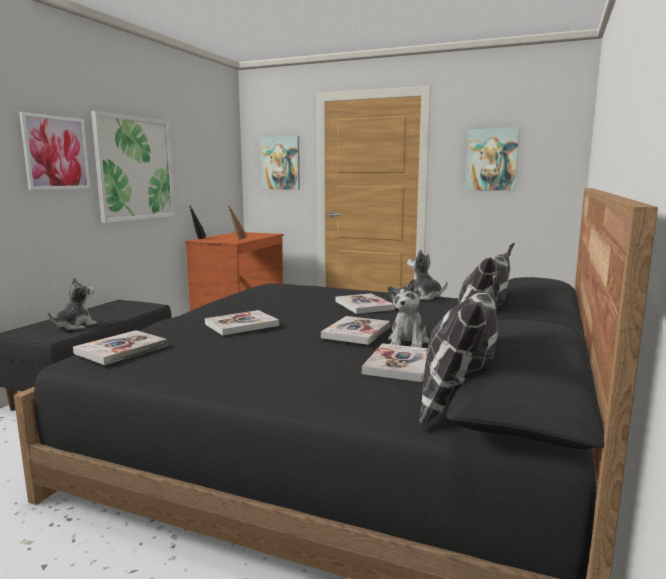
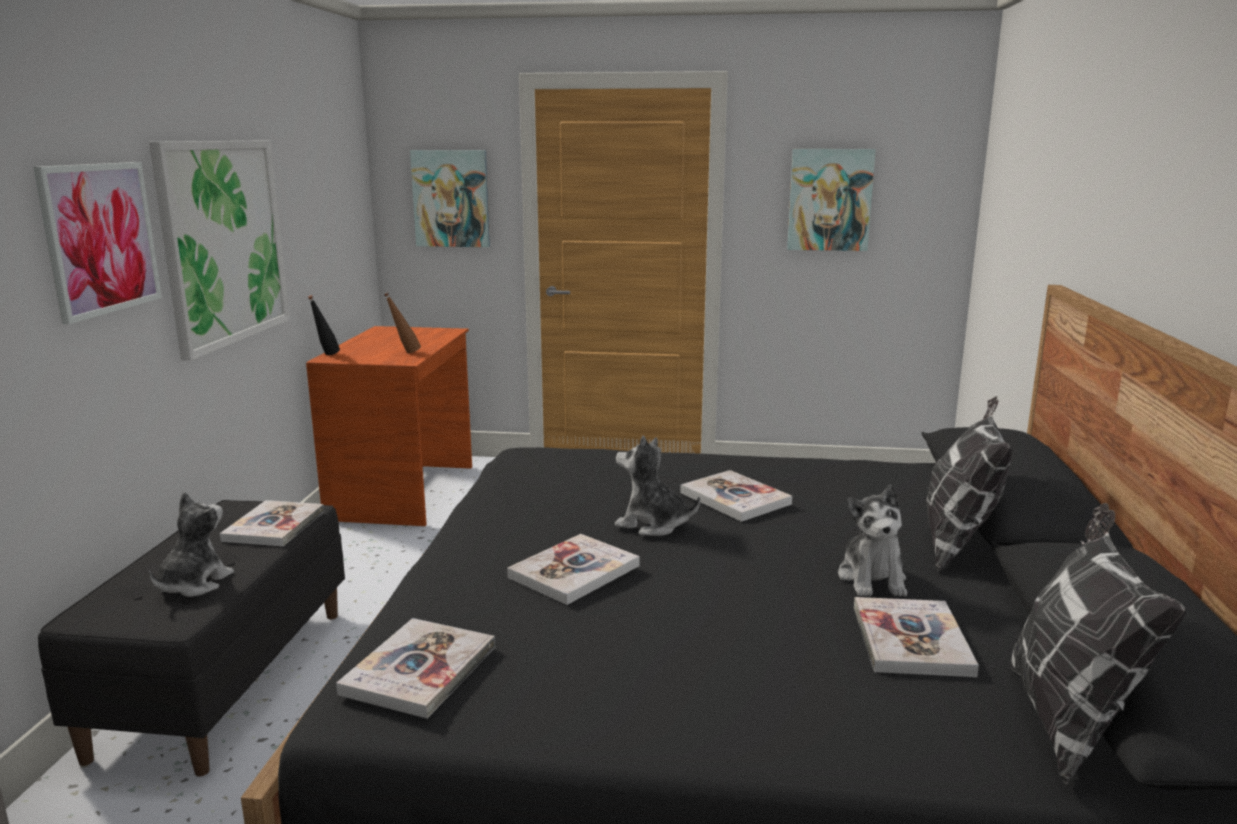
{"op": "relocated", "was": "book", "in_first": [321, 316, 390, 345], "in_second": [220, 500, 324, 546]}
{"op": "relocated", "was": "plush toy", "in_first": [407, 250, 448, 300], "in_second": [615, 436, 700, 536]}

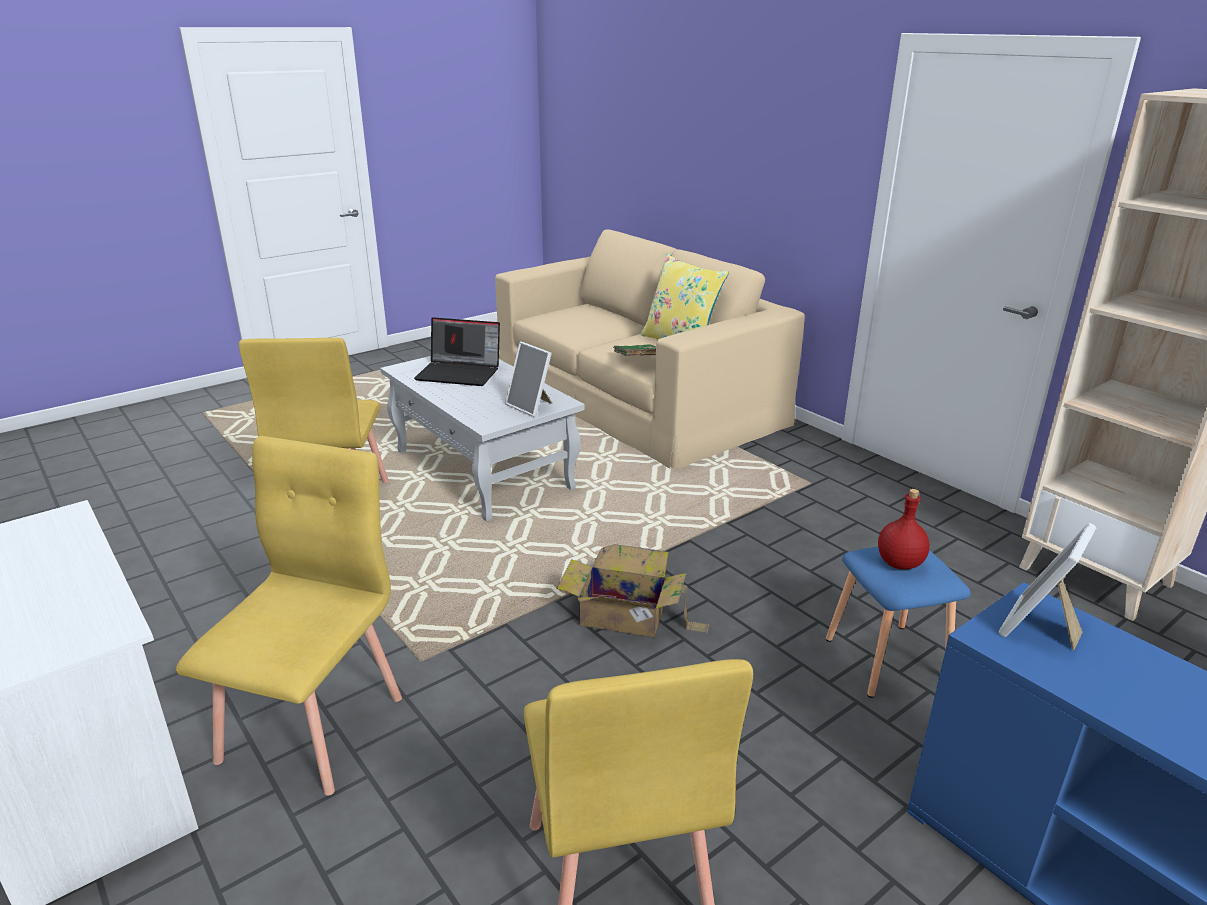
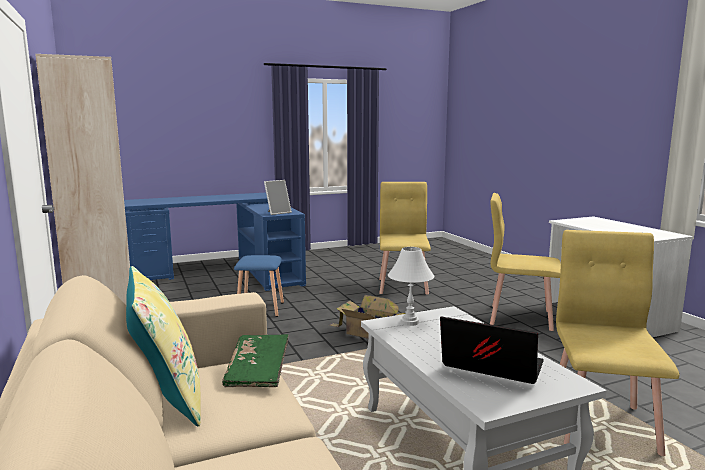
{"op": "exchanged", "was": "picture frame", "now": "table lamp (white)", "in_first": [505, 342, 553, 417], "in_second": [388, 247, 434, 326]}
{"op": "spun", "was": "chair (yellow)", "in_first": [176, 436, 402, 796], "in_second": [490, 193, 561, 331], "clockwise": 75}
{"op": "missing", "was": "bottle (red)", "in_first": [878, 489, 930, 570]}

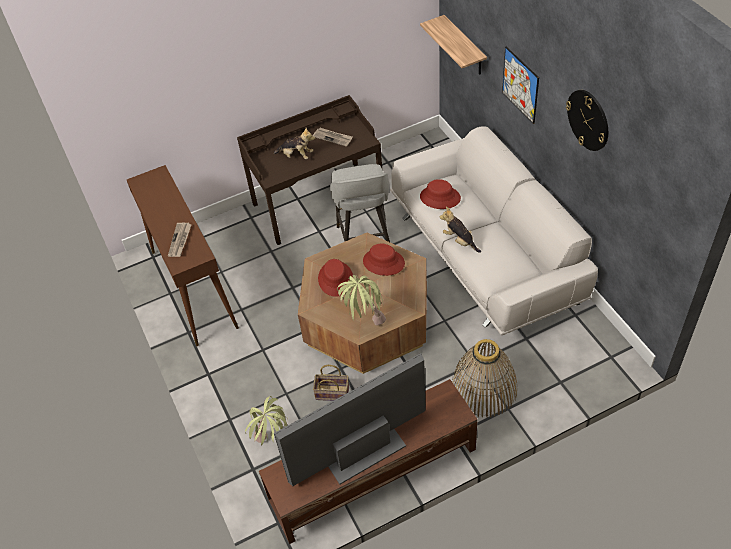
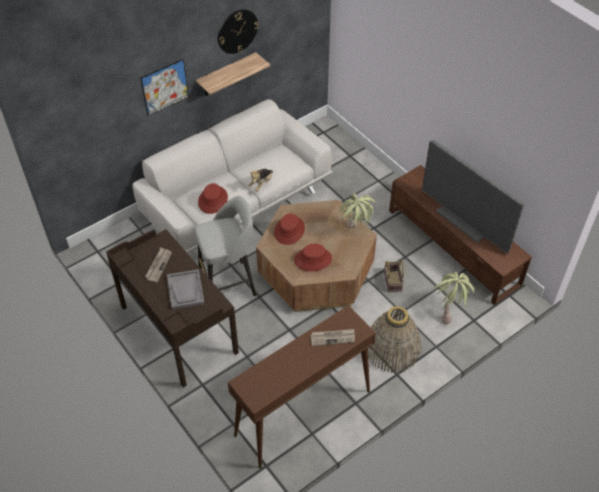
{"op": "exchanged", "was": "plush toy", "now": "tray (grey)", "in_first": [273, 128, 315, 159], "in_second": [167, 269, 205, 309]}
{"op": "relocated", "was": "shelf", "in_first": [420, 15, 487, 74], "in_second": [196, 52, 270, 96]}
{"op": "relocated", "was": "basket", "in_first": [452, 339, 517, 417], "in_second": [368, 306, 421, 373]}

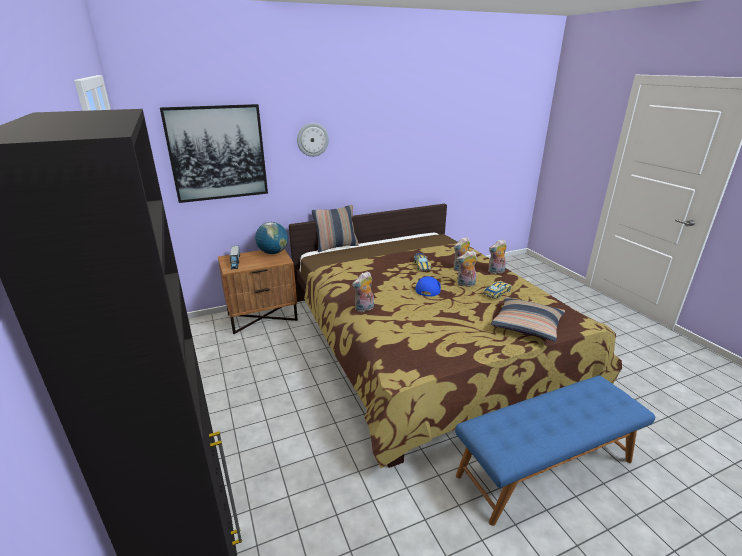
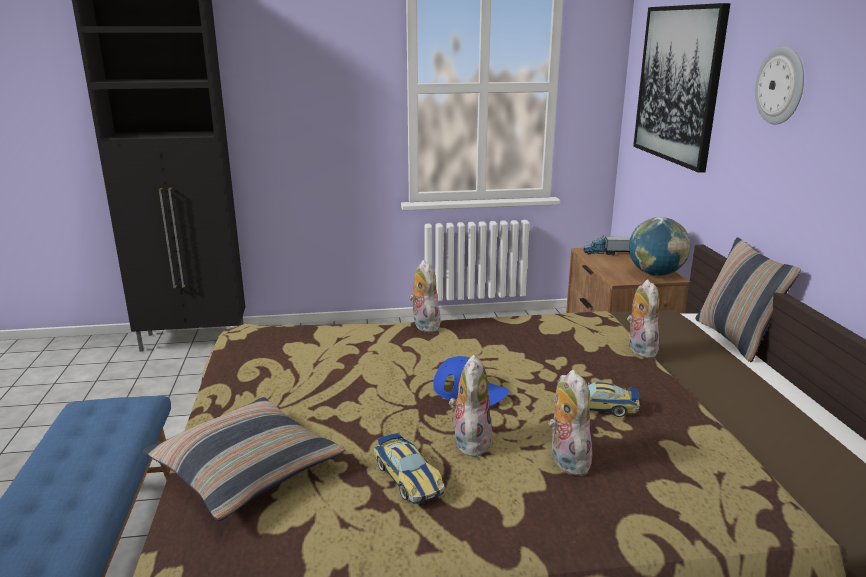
{"op": "relocated", "was": "plush toy", "in_first": [488, 239, 507, 274], "in_second": [627, 279, 659, 358]}

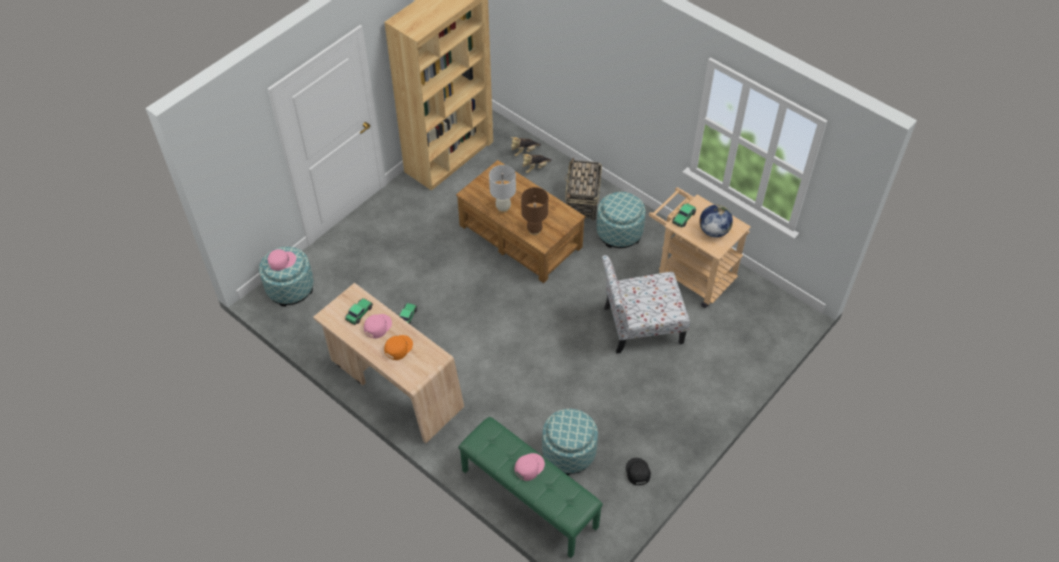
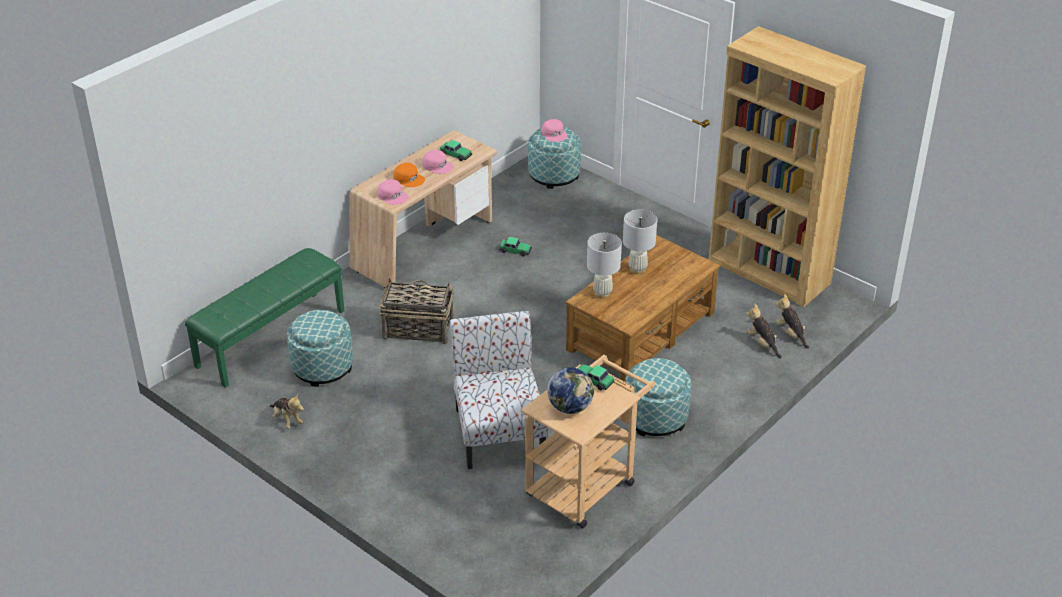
{"op": "exchanged", "was": "cap (black)", "now": "plush toy", "in_first": [626, 458, 651, 485], "in_second": [270, 394, 304, 429]}
{"op": "relocated", "was": "cap (pink)", "in_first": [515, 453, 545, 481], "in_second": [378, 179, 409, 205]}
{"op": "relocated", "was": "basket", "in_first": [564, 158, 602, 221], "in_second": [379, 278, 454, 344]}
{"op": "colour", "was": "table lamp (brown)", "now": "table lamp (white)", "in_first": [521, 187, 548, 235], "in_second": [587, 233, 622, 299]}

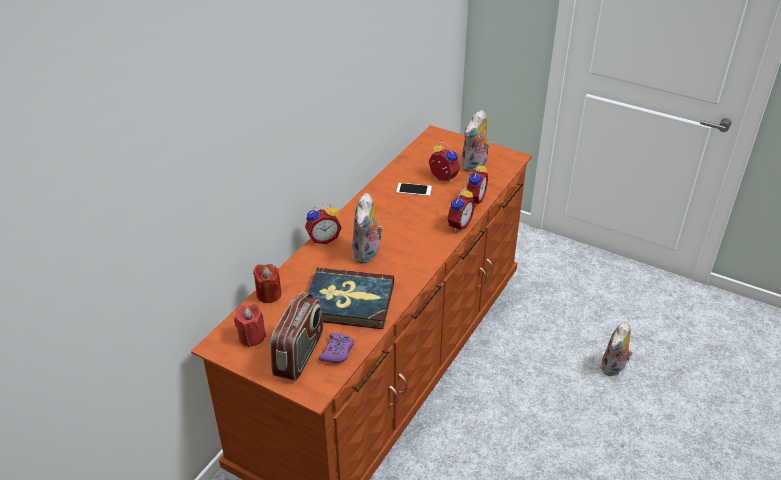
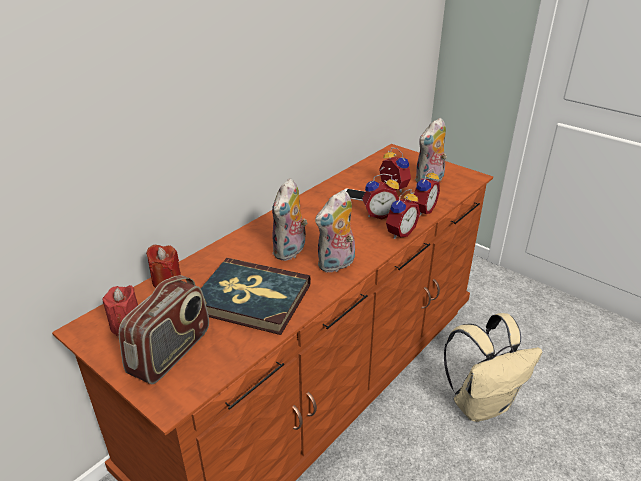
{"op": "relocated", "was": "plush toy", "in_first": [600, 321, 633, 377], "in_second": [315, 190, 355, 273]}
{"op": "relocated", "was": "alarm clock", "in_first": [305, 203, 342, 244], "in_second": [362, 173, 399, 219]}
{"op": "appeared", "now": "backpack (beige)", "in_second": [444, 313, 542, 422]}
{"op": "missing", "was": "game controller (purple)", "in_first": [318, 333, 354, 363]}

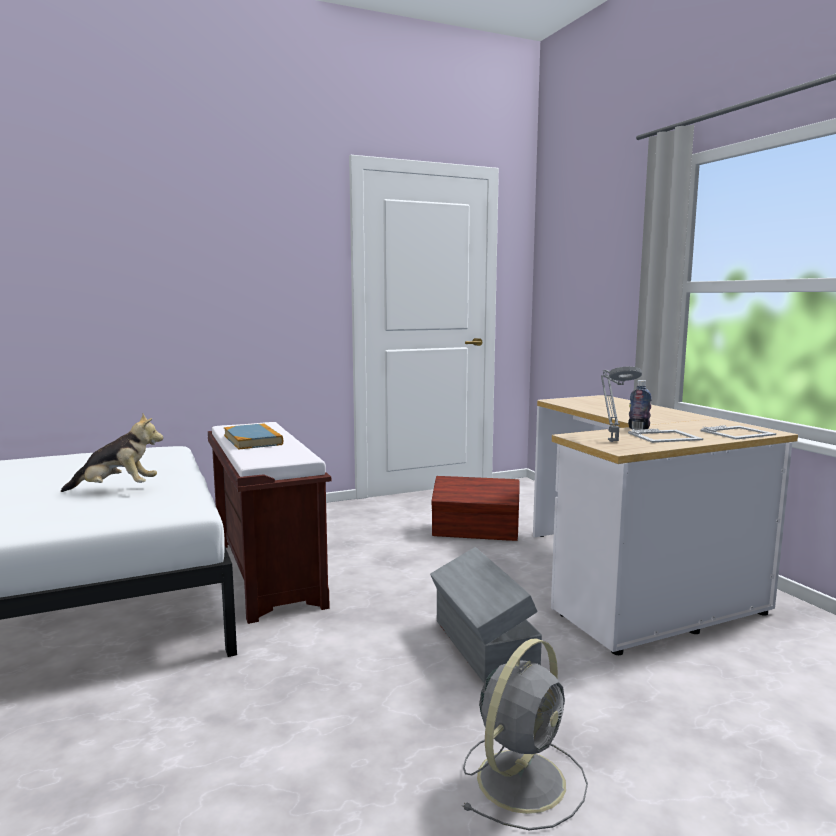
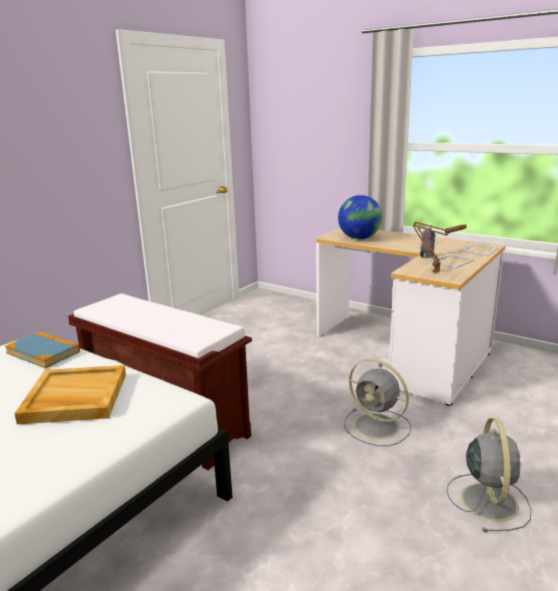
{"op": "relocated", "was": "book", "in_first": [224, 423, 283, 450], "in_second": [5, 332, 80, 368]}
{"op": "exchanged", "was": "plush toy", "now": "tray (beige)", "in_first": [61, 414, 163, 492], "in_second": [14, 365, 126, 424]}
{"op": "appeared", "now": "globe", "in_second": [338, 195, 382, 239]}
{"op": "exchanged", "was": "storage box (grey)", "now": "fan (grey)", "in_first": [430, 547, 542, 683], "in_second": [344, 359, 411, 446]}
{"op": "colour", "was": "table lamp (grey)", "now": "table lamp (brown)", "in_first": [601, 366, 642, 442], "in_second": [413, 222, 467, 273]}
{"op": "missing", "was": "storage box (brown)", "in_first": [431, 476, 519, 541]}

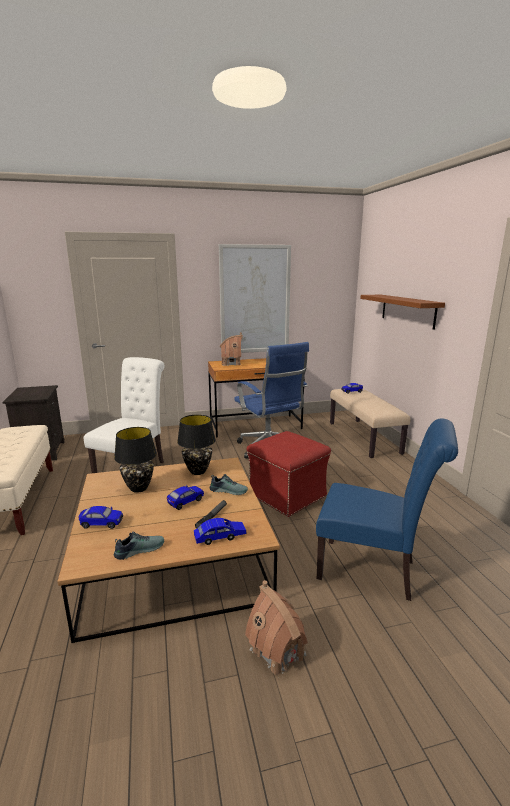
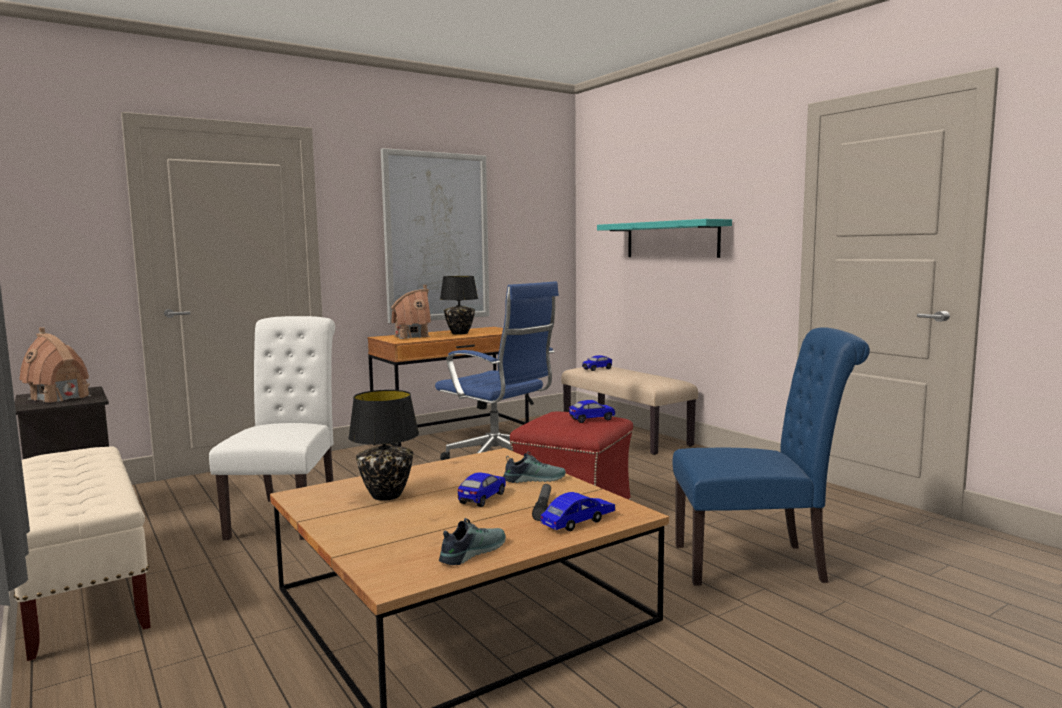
{"op": "relocated", "was": "toy house", "in_first": [245, 580, 308, 675], "in_second": [19, 327, 91, 403]}
{"op": "relocated", "was": "table lamp (black)", "in_first": [177, 415, 216, 475], "in_second": [440, 276, 478, 334]}
{"op": "relocated", "was": "toy car", "in_first": [79, 506, 123, 529], "in_second": [569, 400, 615, 423]}
{"op": "colour", "was": "shelf (brown)", "now": "shelf (turquoise)", "in_first": [360, 295, 445, 330], "in_second": [597, 219, 732, 258]}

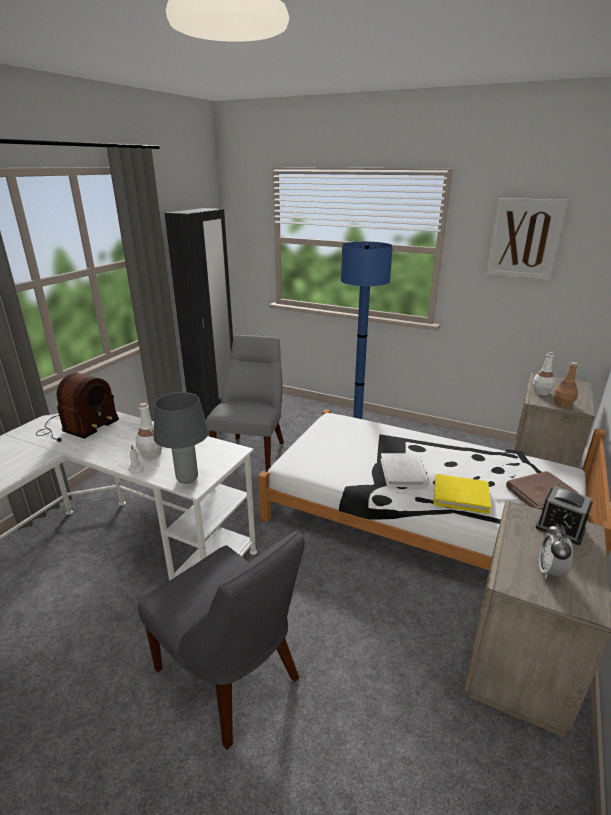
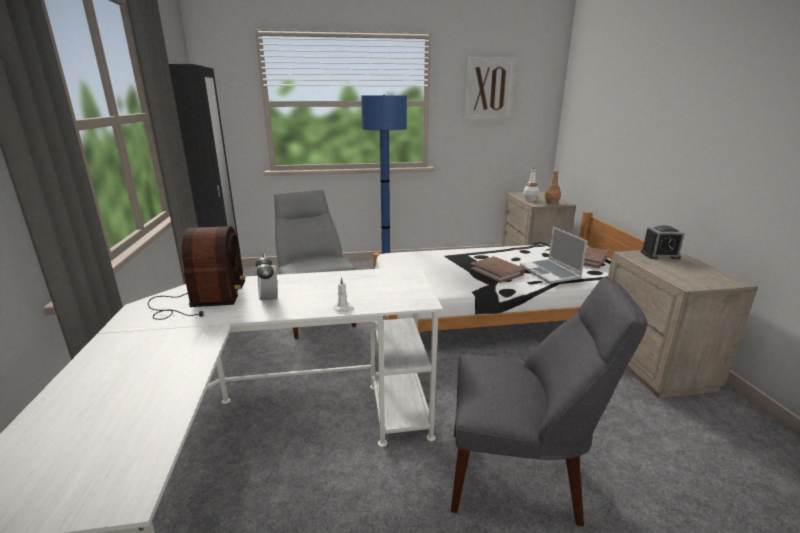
{"op": "relocated", "was": "alarm clock", "in_first": [539, 524, 573, 579], "in_second": [256, 253, 277, 305]}
{"op": "colour", "was": "book (white)", "now": "book (brown)", "in_first": [380, 453, 430, 487], "in_second": [470, 257, 525, 283]}
{"op": "exchanged", "was": "book (yellow)", "now": "laptop", "in_first": [434, 474, 491, 514], "in_second": [520, 227, 587, 284]}
{"op": "missing", "was": "bottle (white)", "in_first": [135, 403, 162, 459]}
{"op": "missing", "was": "table lamp (grey)", "in_first": [154, 392, 209, 484]}

